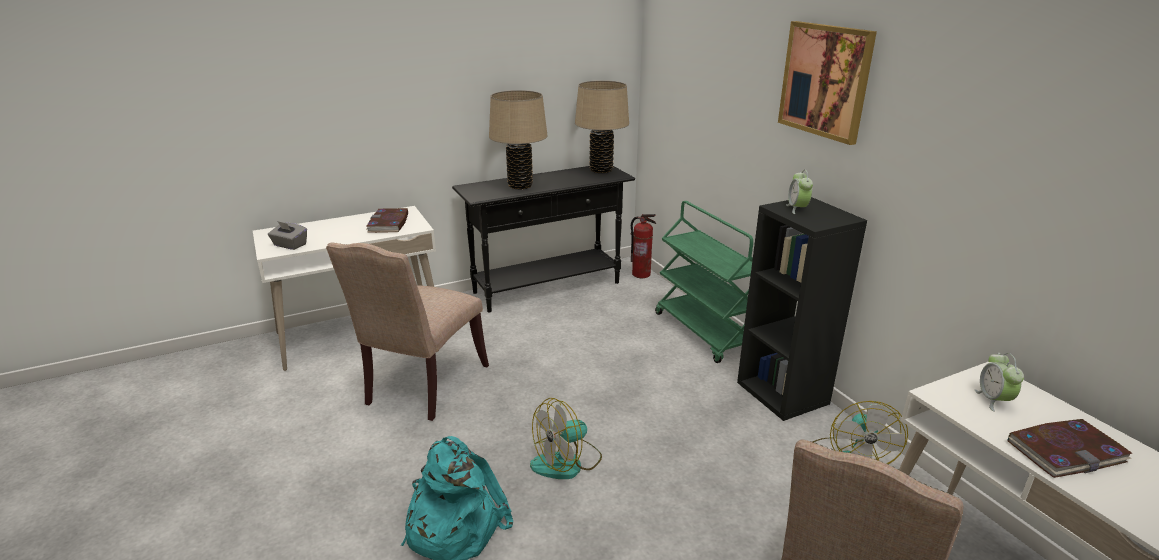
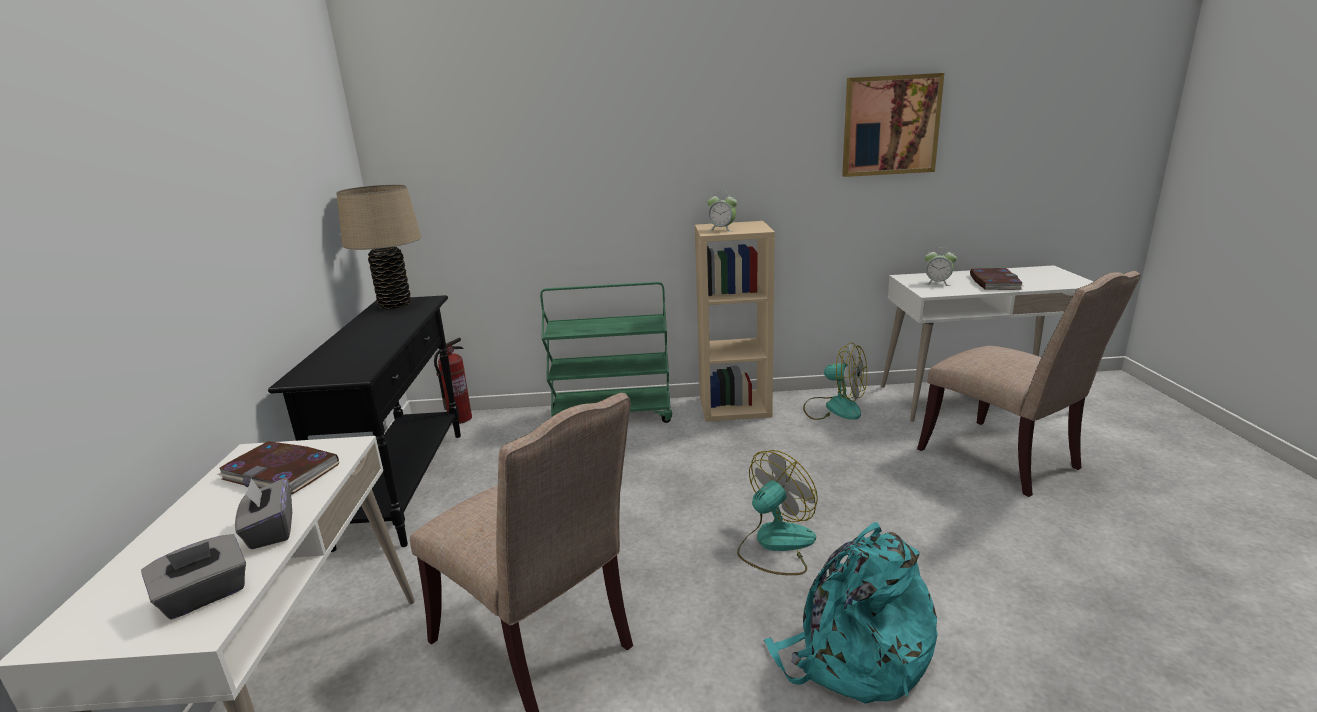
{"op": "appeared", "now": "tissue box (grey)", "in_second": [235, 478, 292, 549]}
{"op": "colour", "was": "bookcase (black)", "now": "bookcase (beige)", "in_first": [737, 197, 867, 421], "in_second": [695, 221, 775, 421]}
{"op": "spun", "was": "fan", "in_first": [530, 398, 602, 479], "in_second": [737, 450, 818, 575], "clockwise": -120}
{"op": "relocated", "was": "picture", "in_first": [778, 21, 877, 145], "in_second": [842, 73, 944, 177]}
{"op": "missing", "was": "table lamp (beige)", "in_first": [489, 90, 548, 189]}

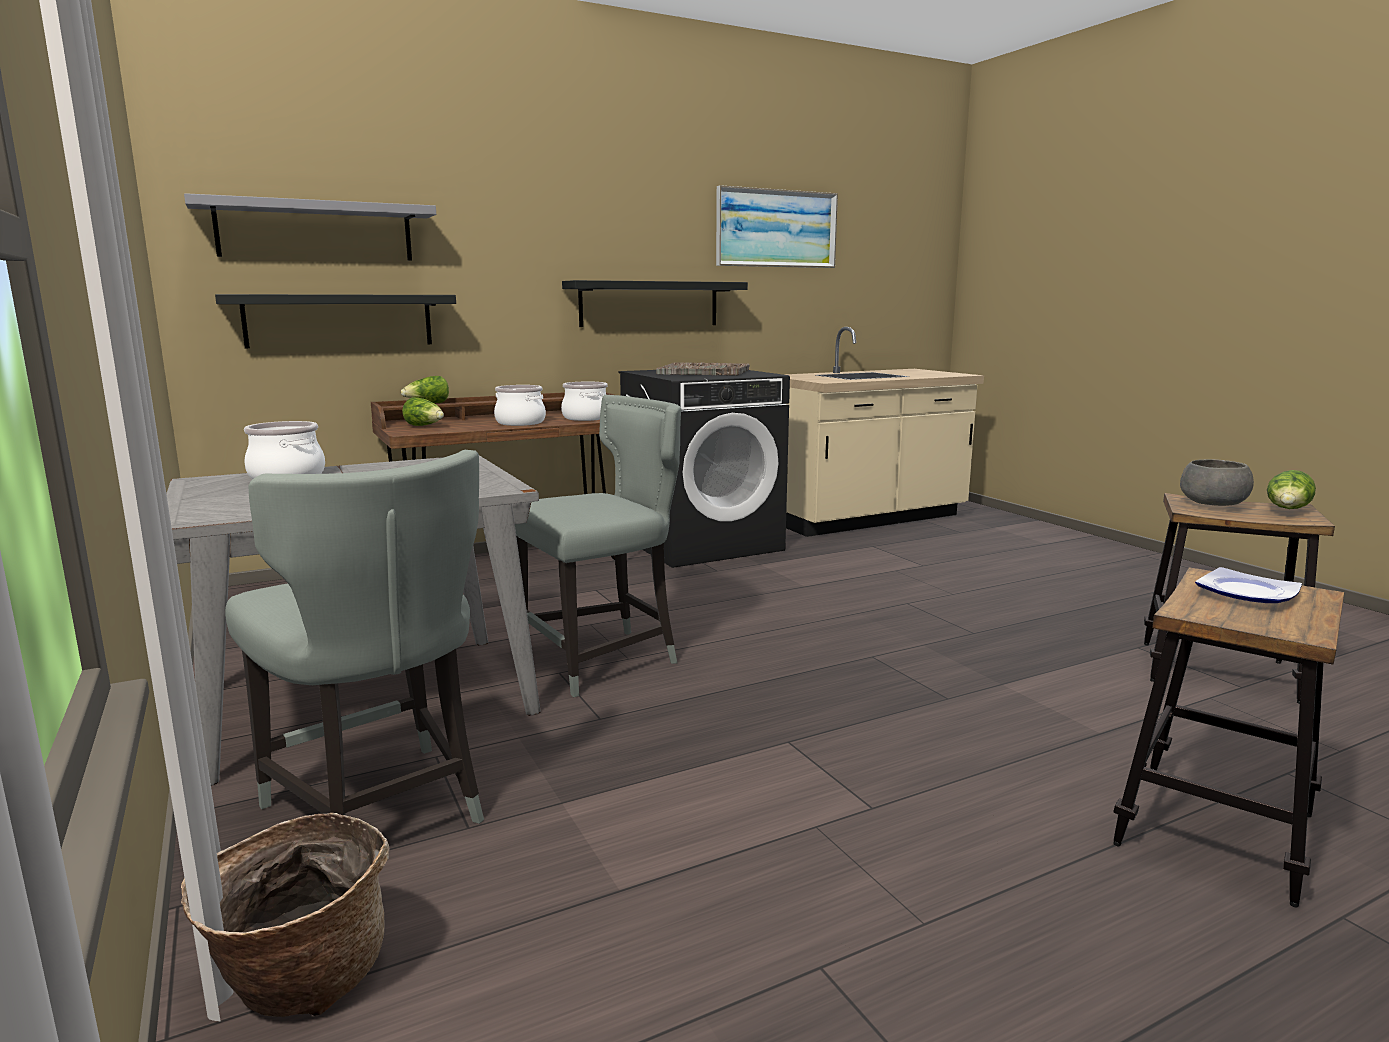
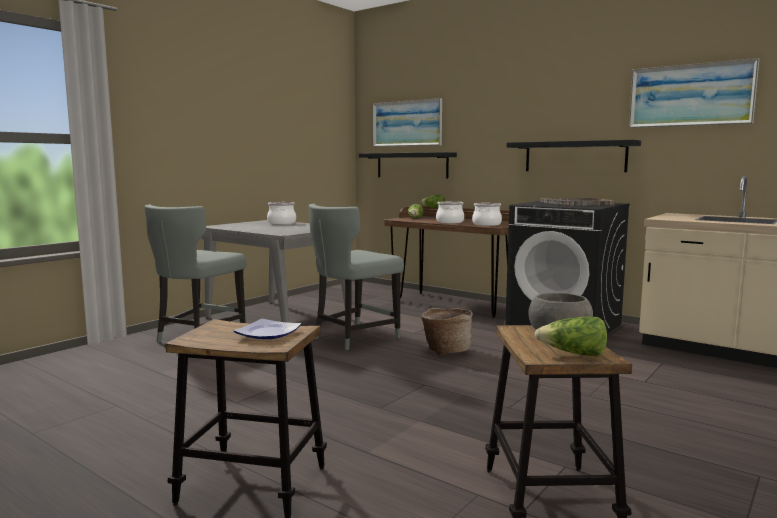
{"op": "spun", "was": "chair (grey)", "in_first": [515, 395, 681, 697], "in_second": [309, 204, 404, 350], "clockwise": 105}
{"op": "exchanged", "was": "shelf (grey)", "now": "picture", "in_first": [184, 193, 436, 260], "in_second": [372, 98, 442, 147]}
{"op": "relocated", "was": "basket", "in_first": [181, 813, 390, 1017], "in_second": [421, 307, 473, 356]}

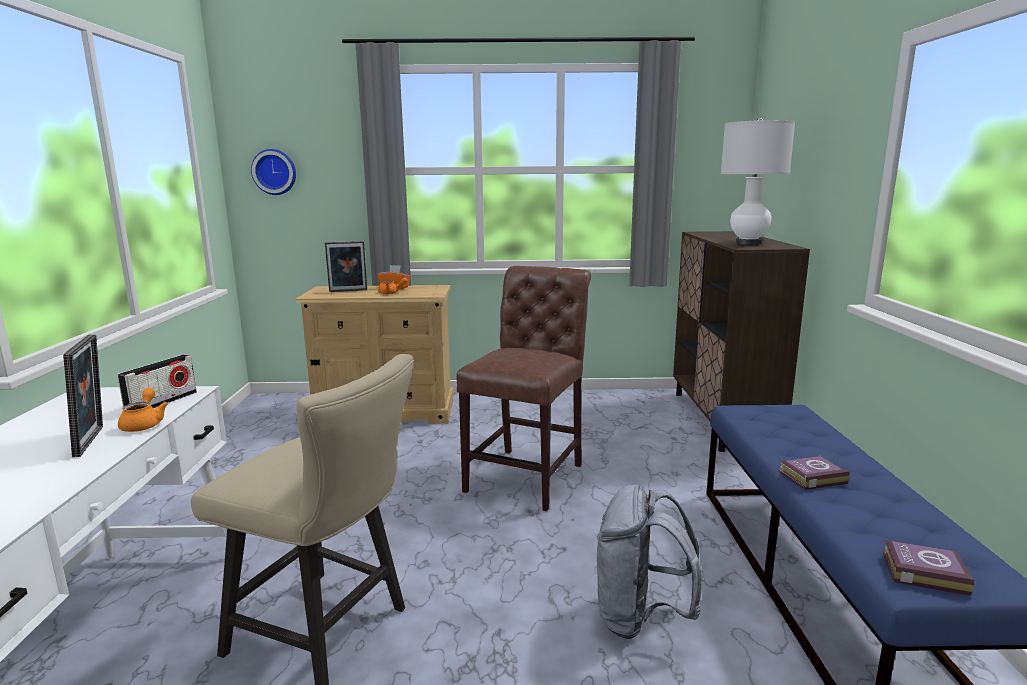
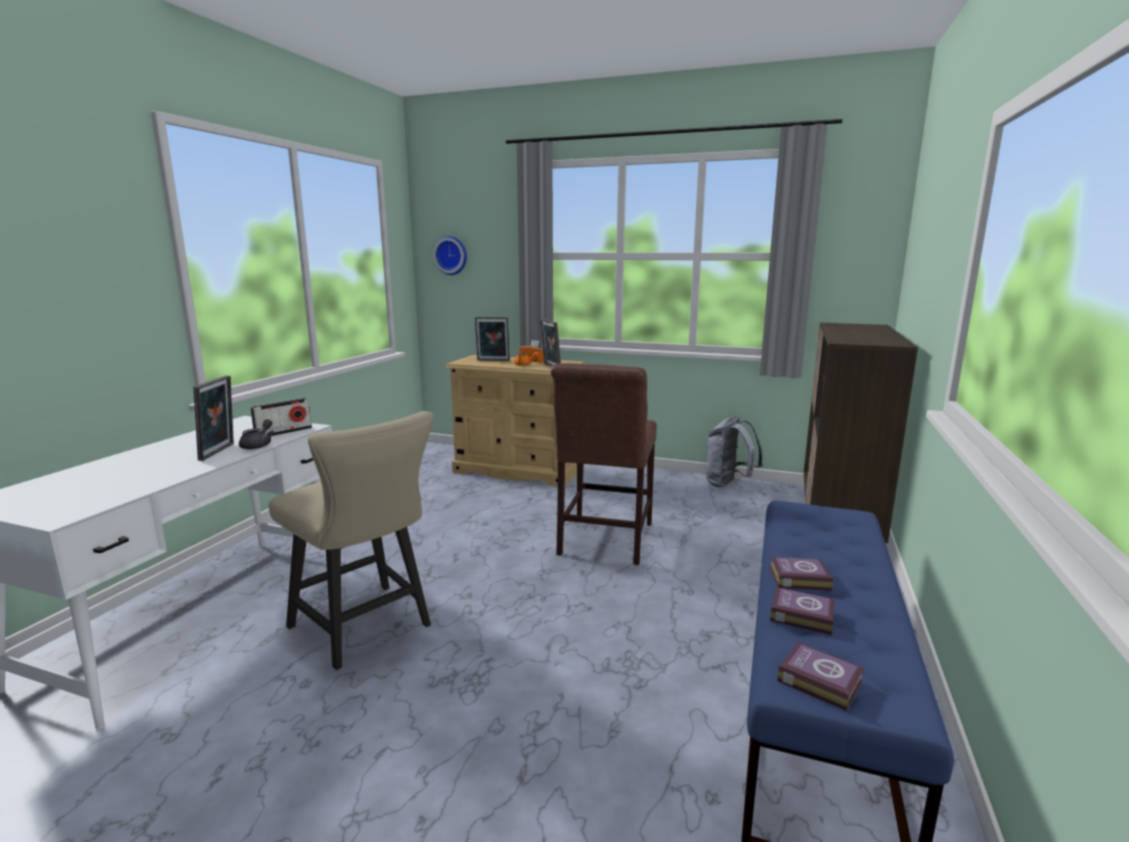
{"op": "colour", "was": "teapot (orange)", "now": "teapot (grey)", "in_first": [118, 388, 168, 432], "in_second": [239, 419, 274, 449]}
{"op": "appeared", "now": "picture frame", "in_second": [540, 319, 561, 367]}
{"op": "spun", "was": "chair (brown)", "in_first": [456, 266, 591, 511], "in_second": [551, 363, 657, 565], "clockwise": 150}
{"op": "relocated", "was": "backpack (grey)", "in_first": [597, 484, 702, 639], "in_second": [706, 417, 763, 487]}
{"op": "appeared", "now": "book", "in_second": [770, 587, 835, 635]}
{"op": "missing", "was": "table lamp (white)", "in_first": [721, 118, 795, 245]}

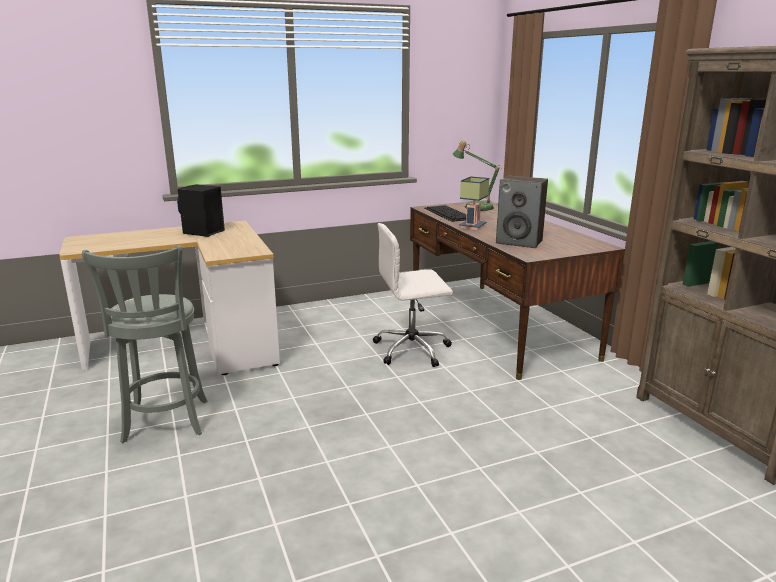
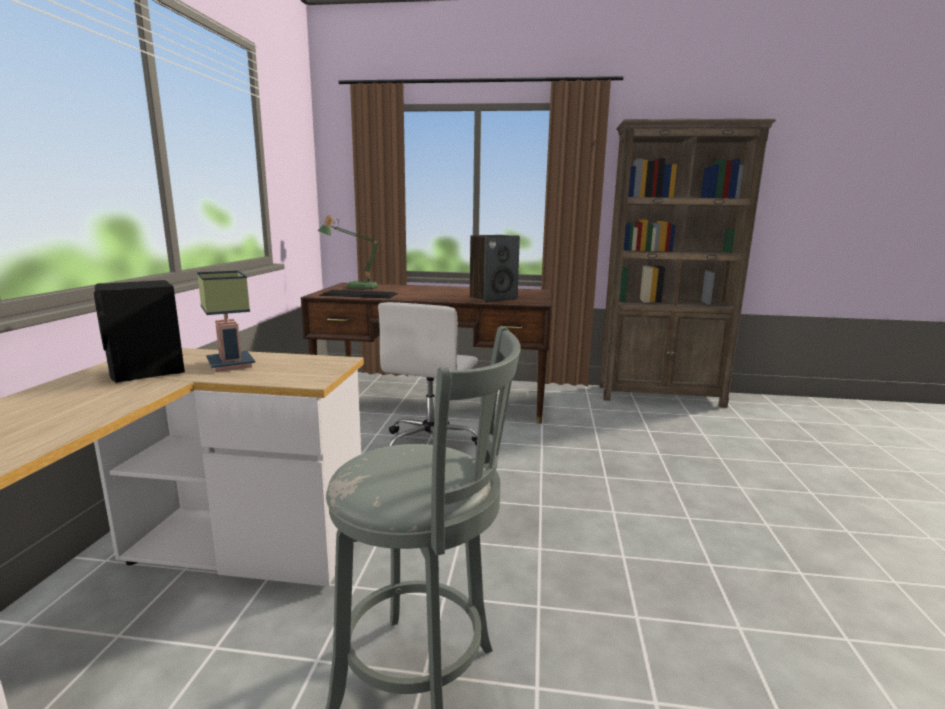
{"op": "relocated", "was": "table lamp", "in_first": [459, 177, 489, 230], "in_second": [197, 271, 256, 372]}

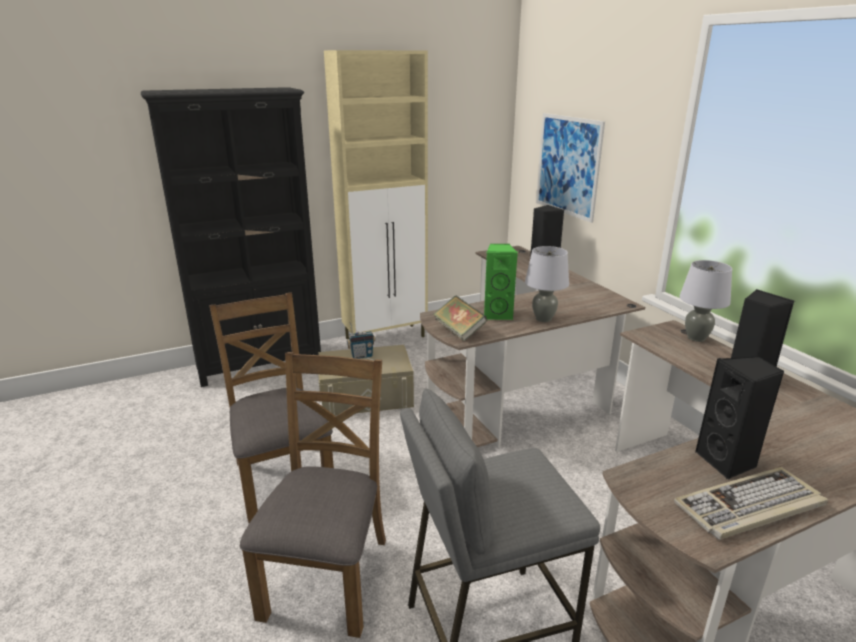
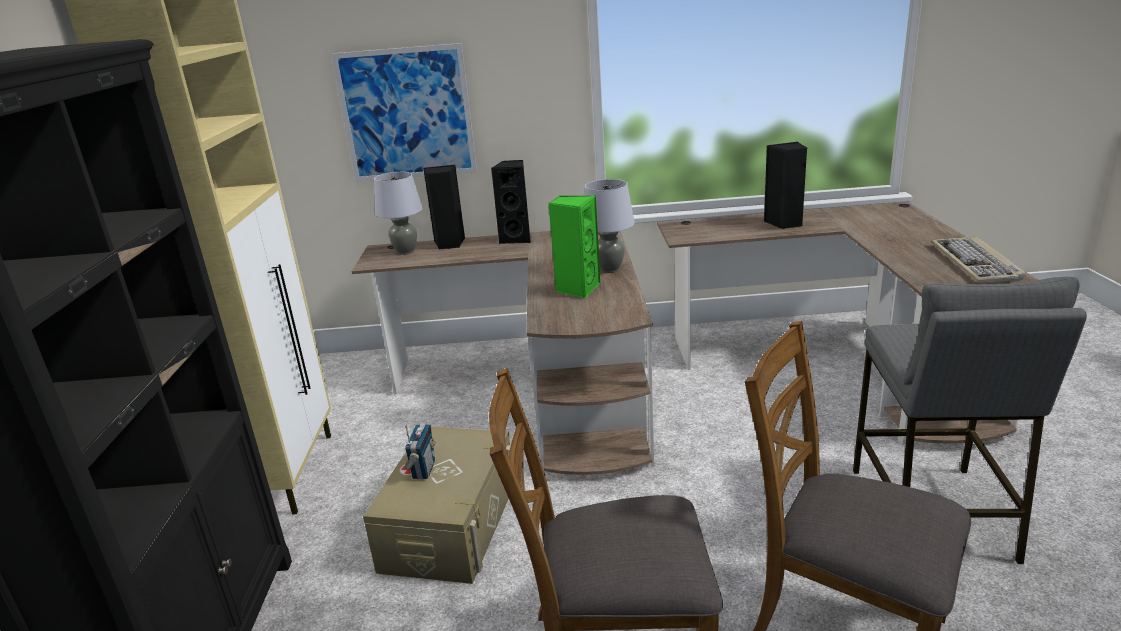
{"op": "relocated", "was": "table lamp (grey)", "in_first": [679, 260, 732, 342], "in_second": [374, 172, 423, 255]}
{"op": "relocated", "was": "speaker (black)", "in_first": [695, 356, 784, 480], "in_second": [491, 160, 531, 244]}
{"op": "missing", "was": "book", "in_first": [433, 296, 487, 342]}

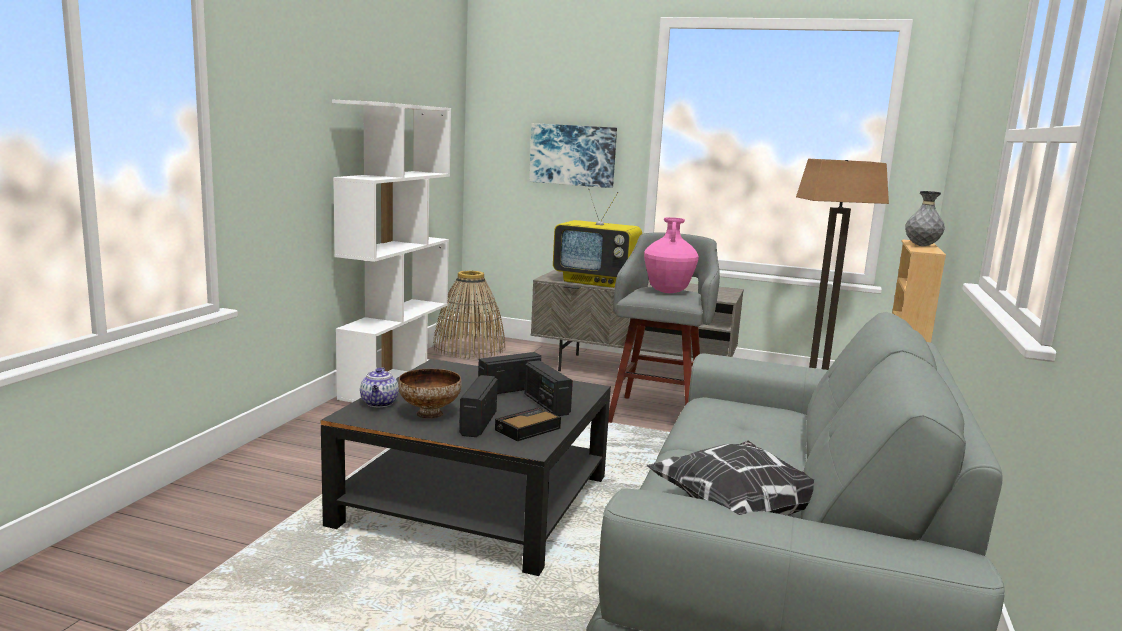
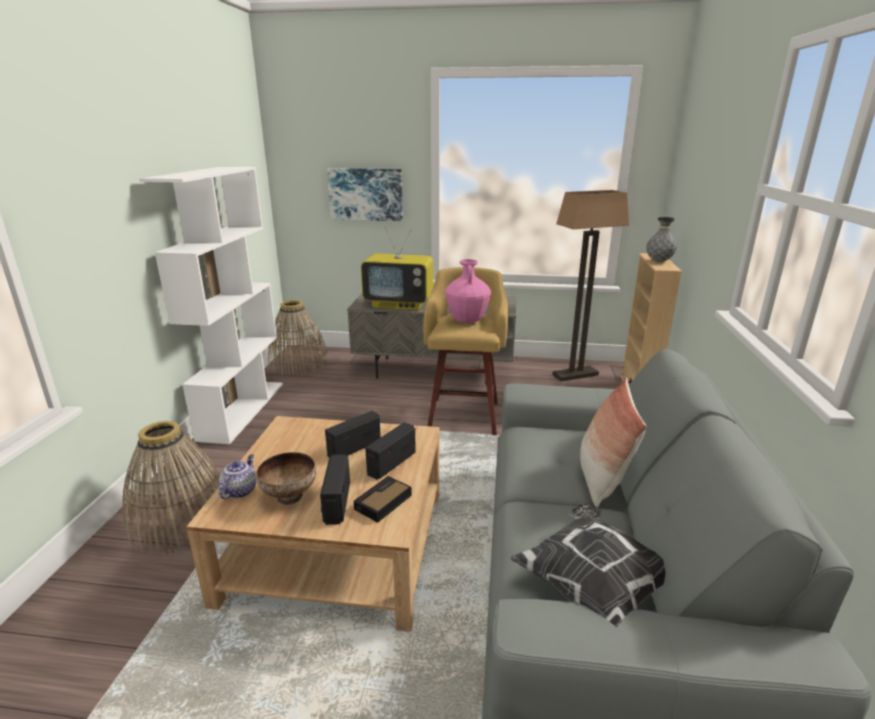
{"op": "appeared", "now": "basket", "in_second": [122, 421, 220, 555]}
{"op": "colour", "was": "coffee table (black)", "now": "coffee table (beige)", "in_first": [321, 359, 611, 576], "in_second": [186, 416, 439, 632]}
{"op": "spun", "was": "teapot", "in_first": [360, 367, 399, 407], "in_second": [219, 454, 257, 499], "clockwise": -150}
{"op": "spun", "was": "radio", "in_first": [525, 360, 573, 416], "in_second": [365, 422, 416, 480], "clockwise": 75}
{"op": "colour", "was": "stool (grey)", "now": "stool (yellow)", "in_first": [608, 233, 720, 423], "in_second": [423, 267, 508, 435]}
{"op": "appeared", "now": "pillow", "in_second": [580, 378, 646, 507]}

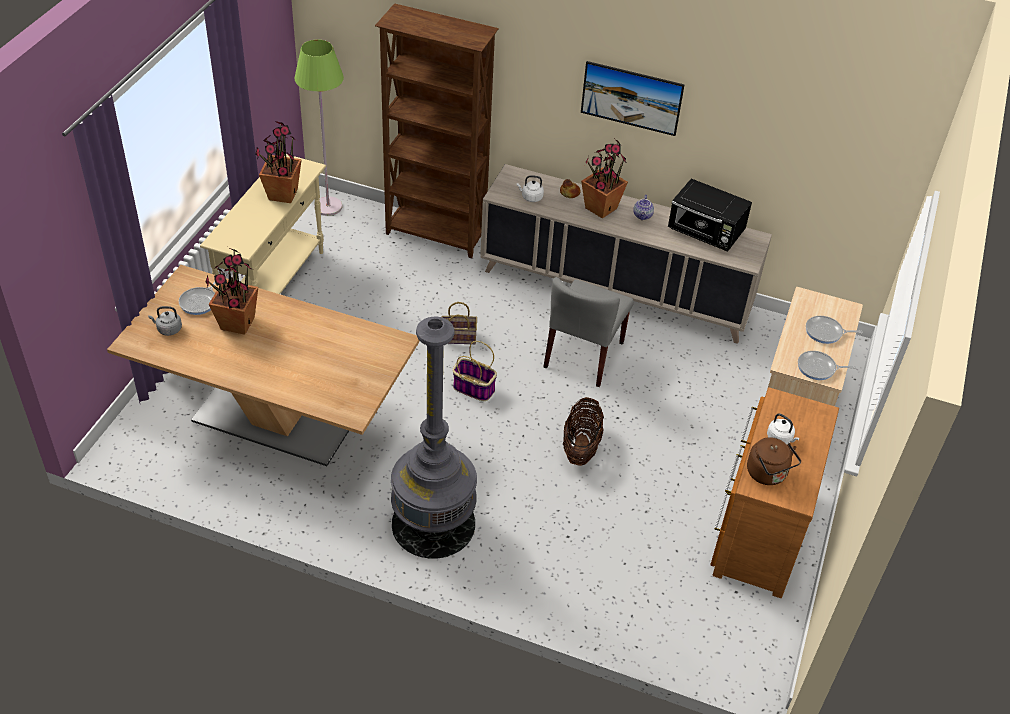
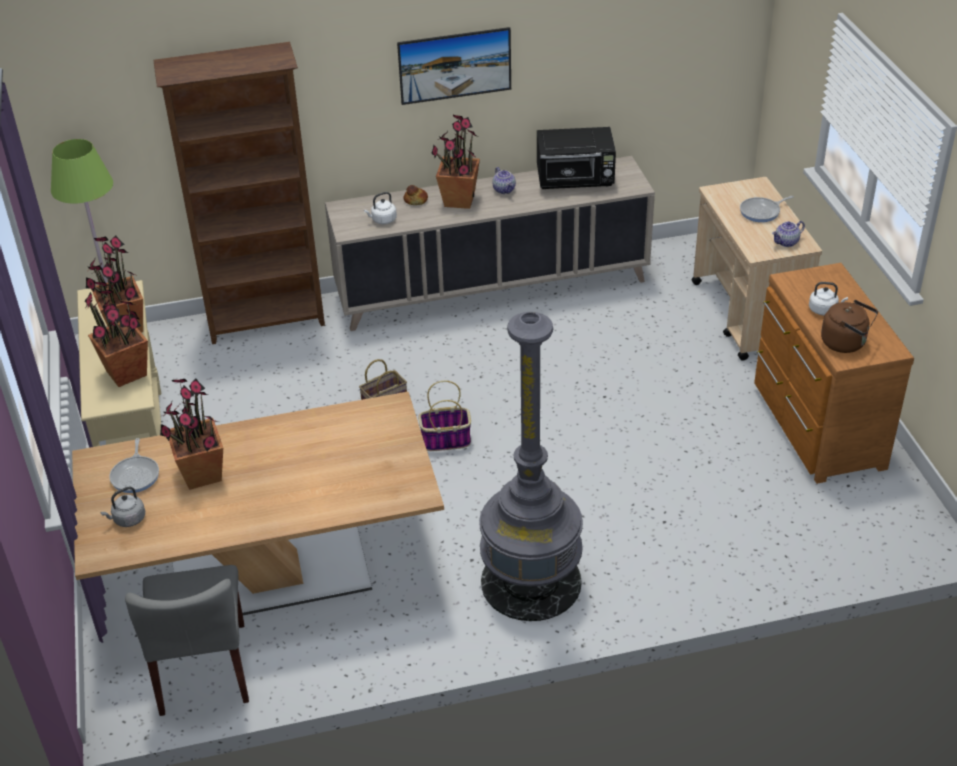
{"op": "appeared", "now": "potted plant", "in_second": [85, 282, 148, 387]}
{"op": "relocated", "was": "chair (grey)", "in_first": [543, 277, 634, 387], "in_second": [125, 565, 249, 716]}
{"op": "exchanged", "was": "frying pan", "now": "teapot", "in_first": [798, 351, 857, 380], "in_second": [772, 221, 805, 247]}
{"op": "missing", "was": "basket", "in_first": [563, 397, 604, 466]}

